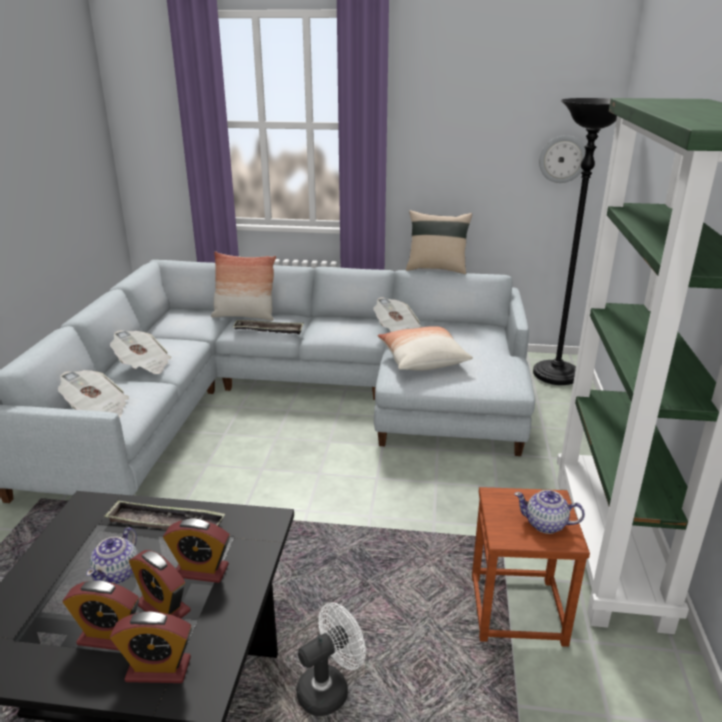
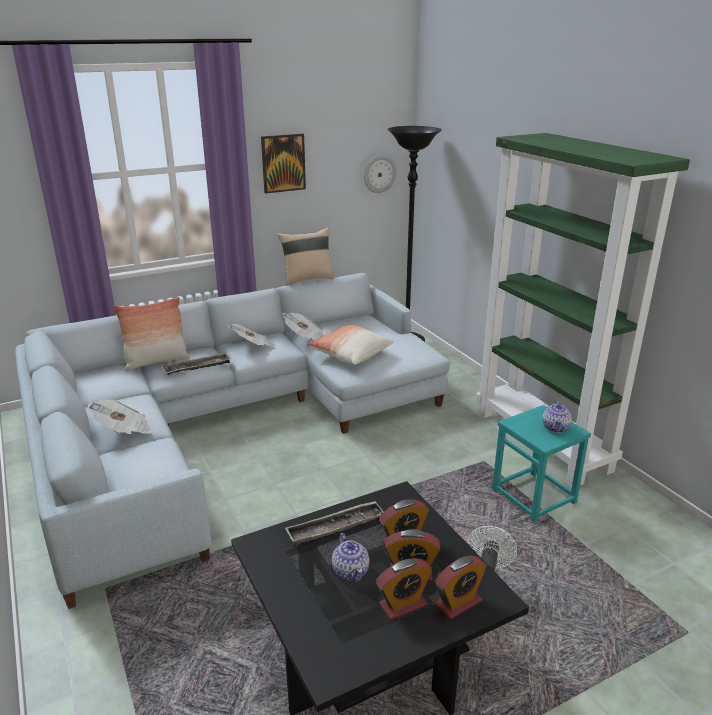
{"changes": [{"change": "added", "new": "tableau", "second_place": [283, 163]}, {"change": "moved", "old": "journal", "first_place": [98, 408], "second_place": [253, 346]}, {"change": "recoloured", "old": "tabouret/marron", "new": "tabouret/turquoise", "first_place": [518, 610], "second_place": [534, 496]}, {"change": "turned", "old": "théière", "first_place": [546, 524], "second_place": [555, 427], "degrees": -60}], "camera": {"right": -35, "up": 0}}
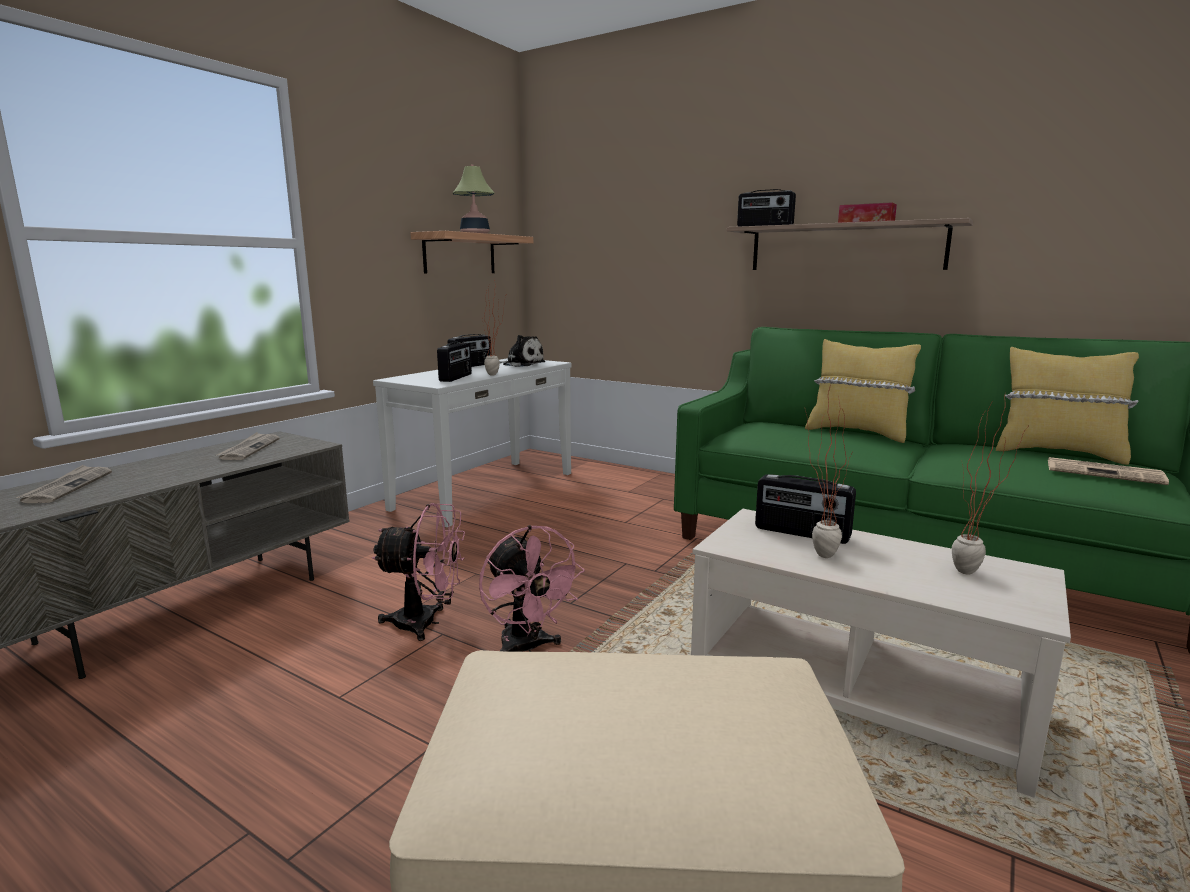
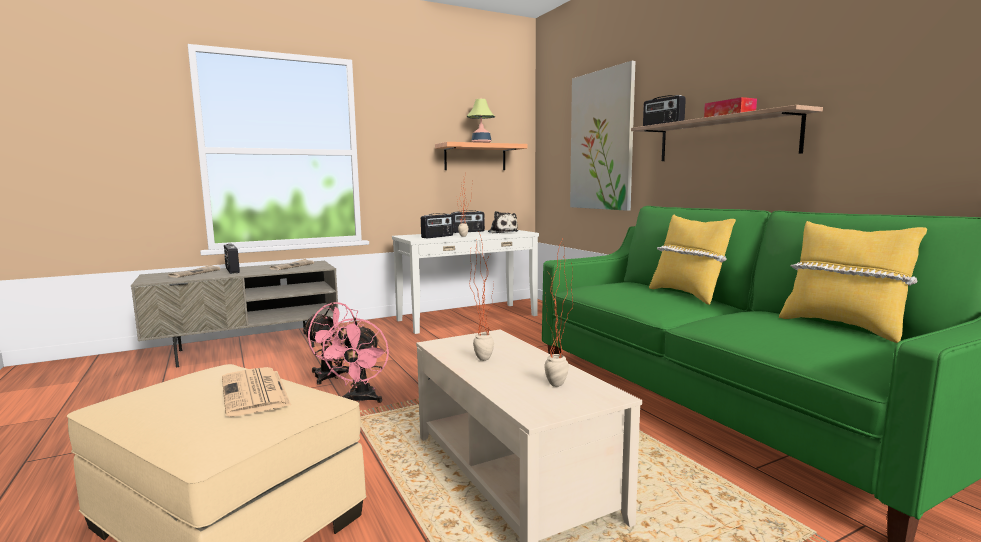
{"changes": [{"change": "added", "new": "tableau", "second_place": [601, 141]}, {"change": "moved", "old": "radio", "first_place": [801, 533], "second_place": [232, 270]}, {"change": "moved", "old": "journal", "first_place": [1105, 472], "second_place": [255, 392]}], "camera": {"right": 30, "up": -5}}
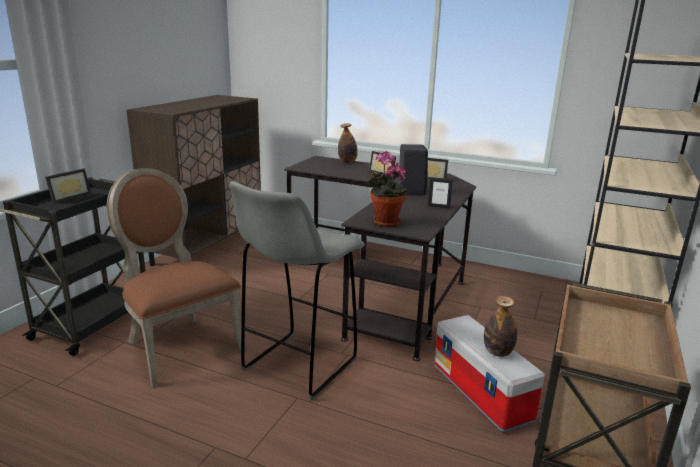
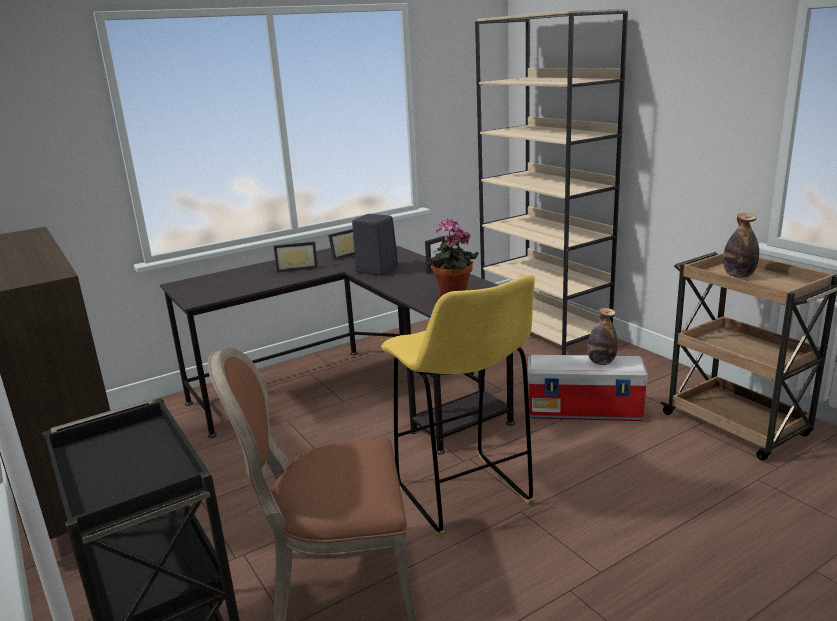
{"changes": [{"change": "removed", "old": "cadre photo", "first_place": [68, 197]}, {"change": "moved", "old": "bouteille", "first_place": [347, 162], "second_place": [738, 275]}, {"change": "recoloured", "old": "tabouret/gris", "new": "tabouret/jaune", "first_place": [297, 366], "second_place": [464, 495]}], "camera": {"right": -55, "up": 0}}
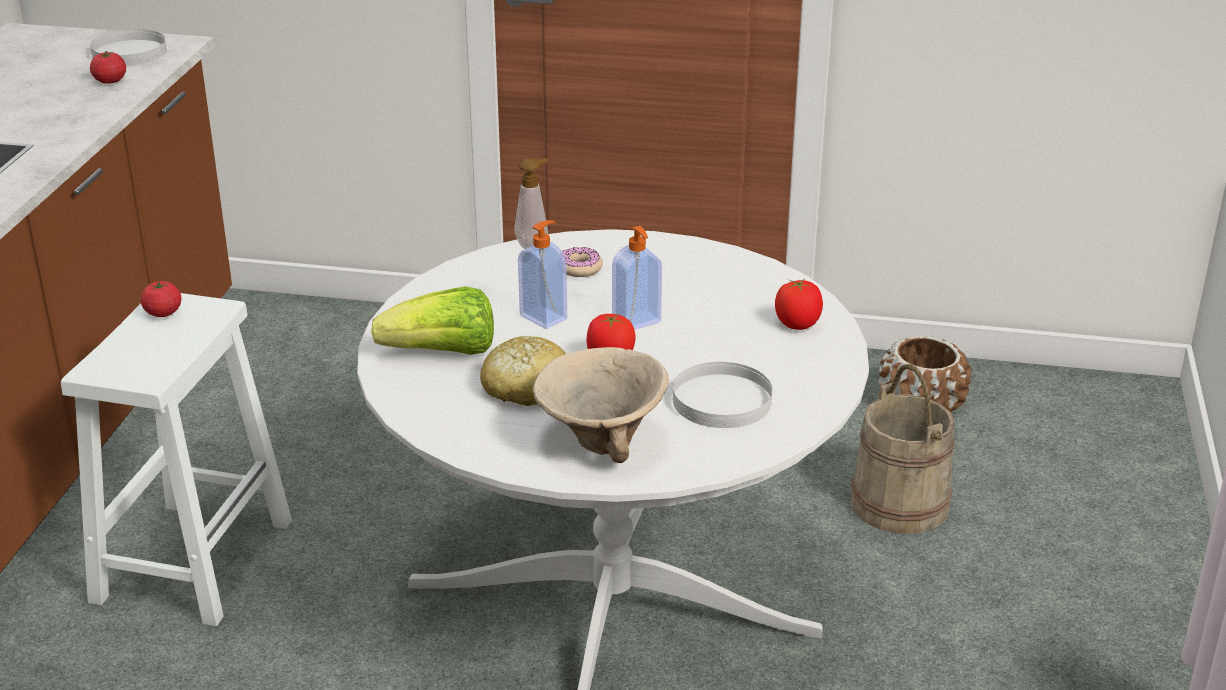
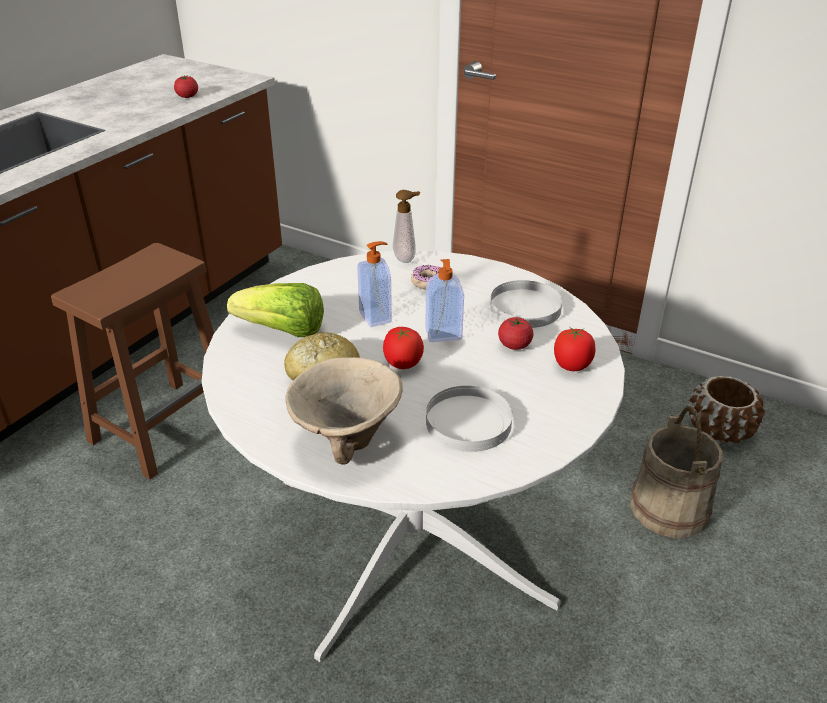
{"changes": [{"change": "moved", "old": "assiette/blanc", "first_place": [130, 52], "second_place": [526, 308]}, {"change": "moved", "old": "tomate", "first_place": [163, 313], "second_place": [514, 345]}, {"change": "recoloured", "old": "tabouret/blanc", "new": "tabouret/marron", "first_place": [194, 558], "second_place": [165, 426]}], "camera": {"right": 20, "up": 5}}
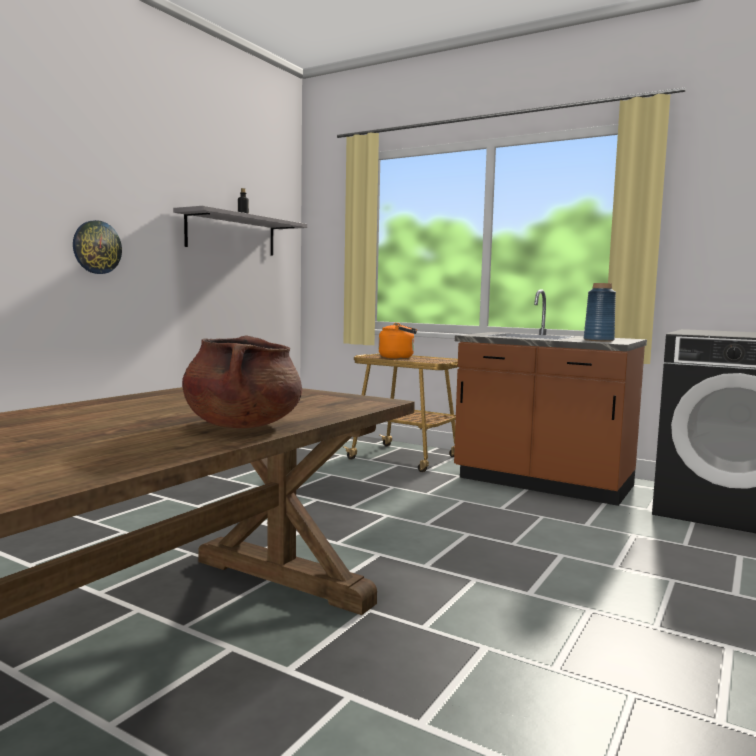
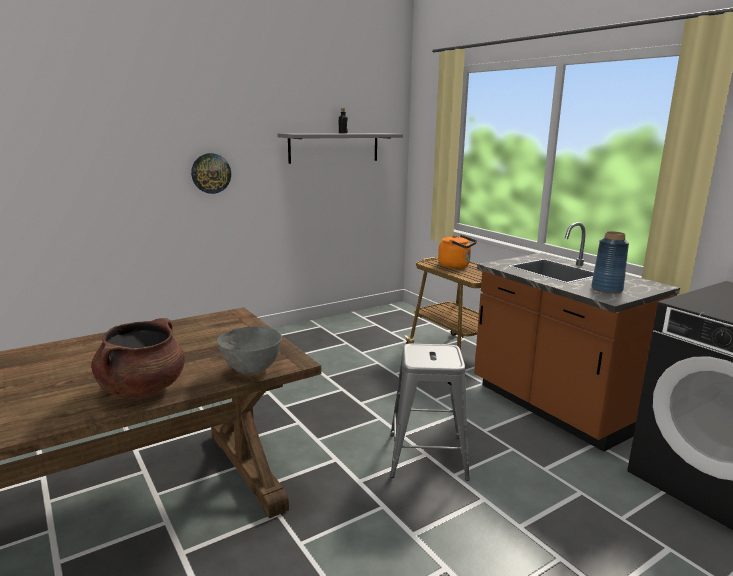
{"changes": [{"change": "added", "new": "bol/gris", "second_place": [252, 369]}, {"change": "added", "new": "tabouret/gris", "second_place": [426, 456]}], "camera": {"right": 25, "up": 10}}
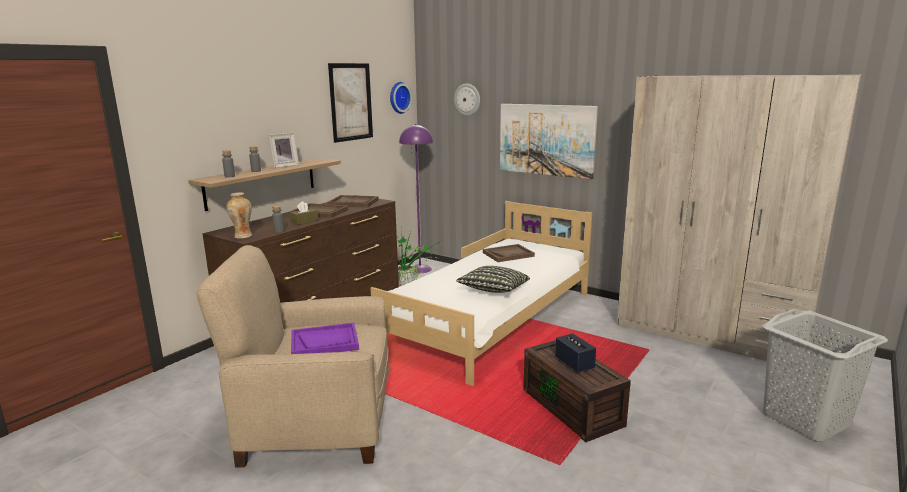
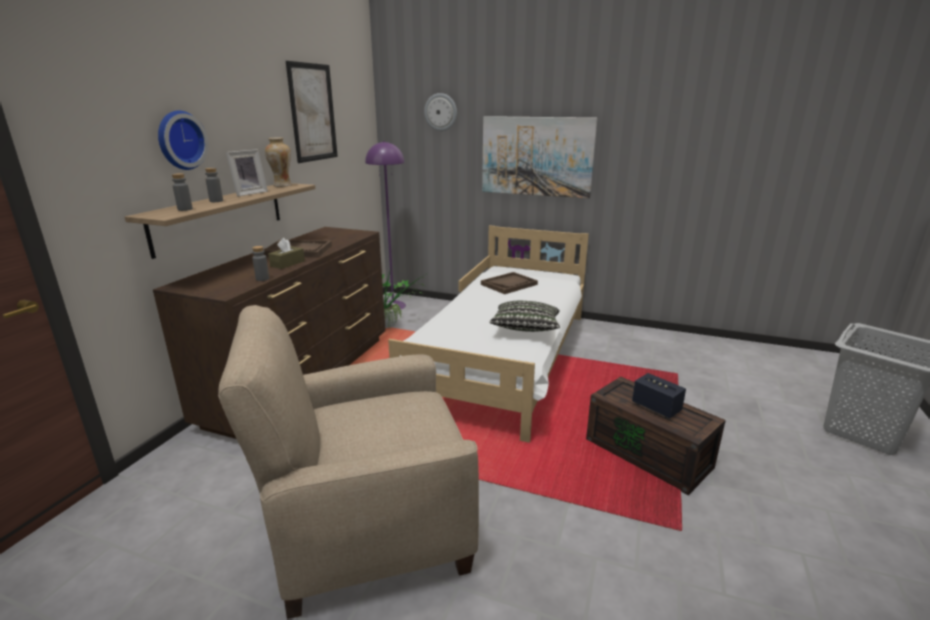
{"changes": [{"change": "removed", "old": "plateau/violet", "first_place": [325, 342]}, {"change": "removed", "old": "plateau/marron", "first_place": [353, 203]}, {"change": "removed", "old": "armoire/beige", "first_place": [709, 334]}, {"change": "moved", "old": "vase", "first_place": [242, 236], "second_place": [282, 185]}, {"change": "moved", "old": "horloge murale", "first_place": [398, 97], "second_place": [179, 140]}], "camera": {"right": -15, "up": 5}}
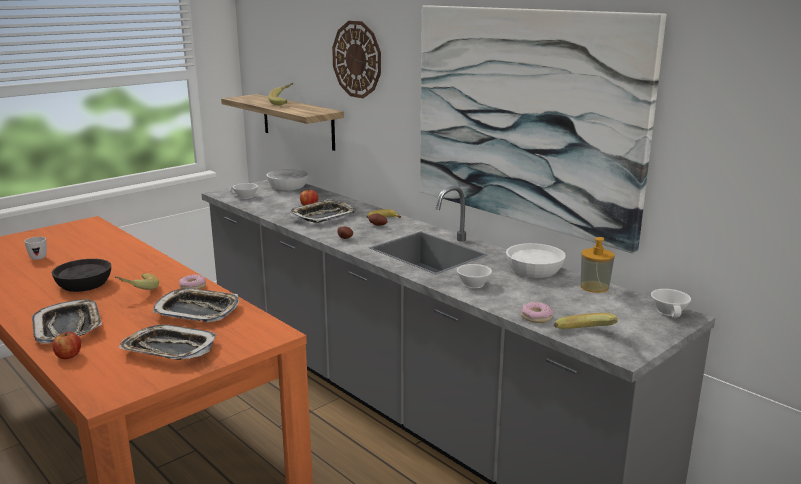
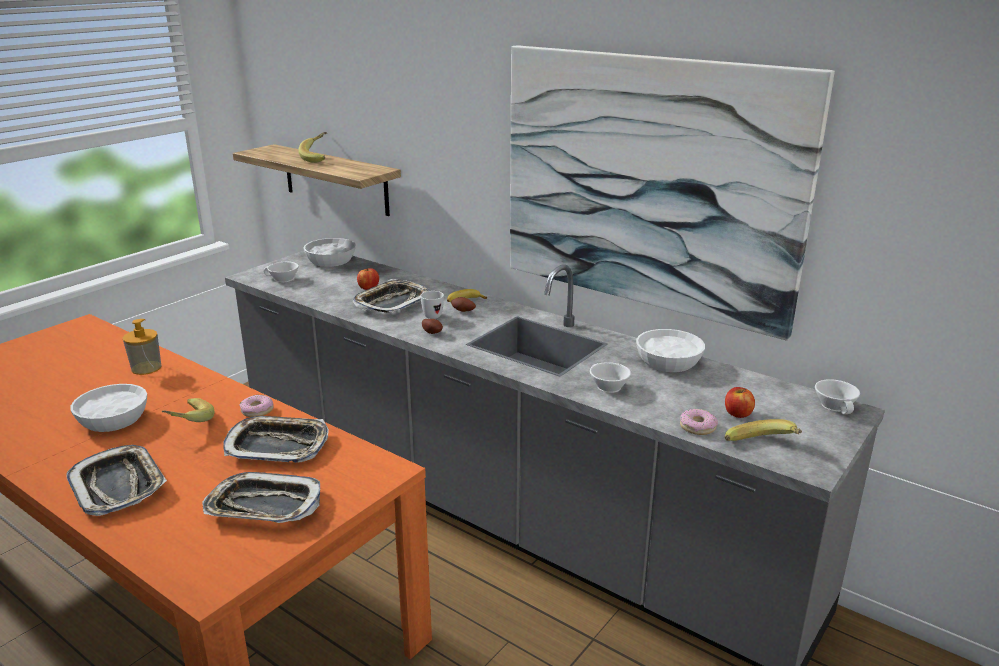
{"changes": [{"change": "removed", "old": "horloge murale", "first_place": [357, 59]}, {"change": "moved", "old": "mug/blanc", "first_place": [38, 257], "second_place": [430, 315]}, {"change": "moved", "old": "pomme", "first_place": [68, 355], "second_place": [737, 413]}, {"change": "moved", "old": "distributeur de savon", "first_place": [594, 287], "second_place": [146, 368]}, {"change": "recoloured", "old": "bol/noir", "new": "bol/blanc", "first_place": [85, 284], "second_place": [114, 419]}], "camera": {"right": -10, "up": 5}}
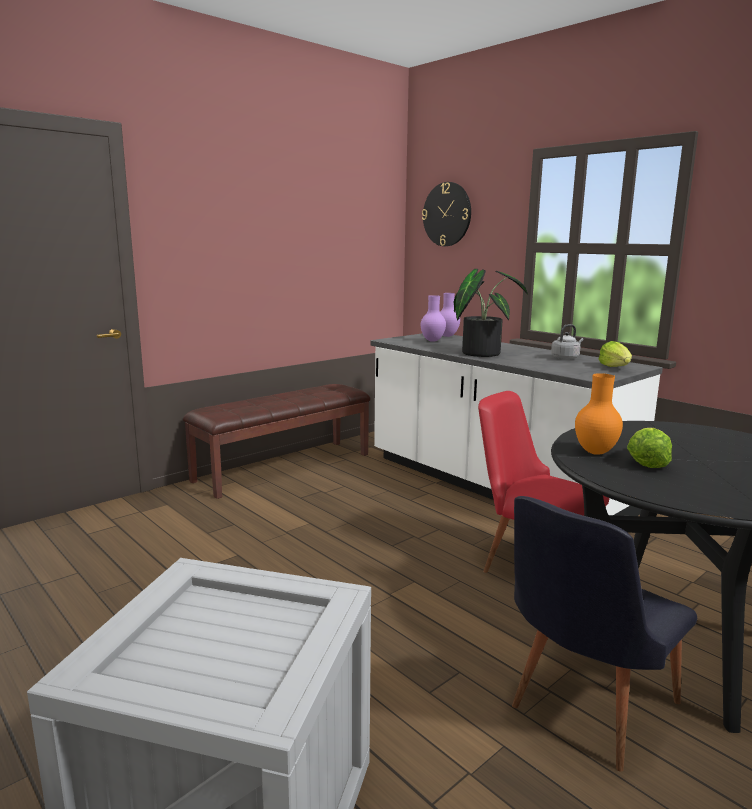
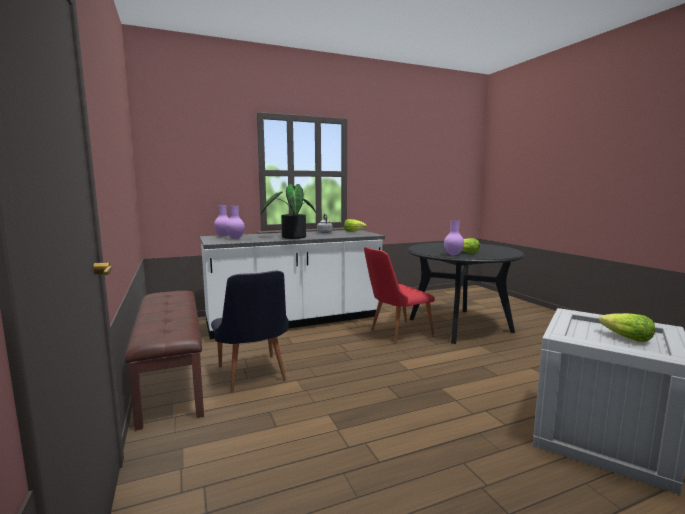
{"changes": [{"change": "removed", "old": "horloge murale", "first_place": [447, 214]}, {"change": "added", "new": "laitue", "second_place": [626, 338]}, {"change": "moved", "old": "chaise/noir", "first_place": [583, 710], "second_place": [253, 376]}, {"change": "recoloured", "old": "vase/orange", "new": "vase/violet", "first_place": [596, 452], "second_place": [453, 255]}], "camera": {"right": -70, "up": -5}}
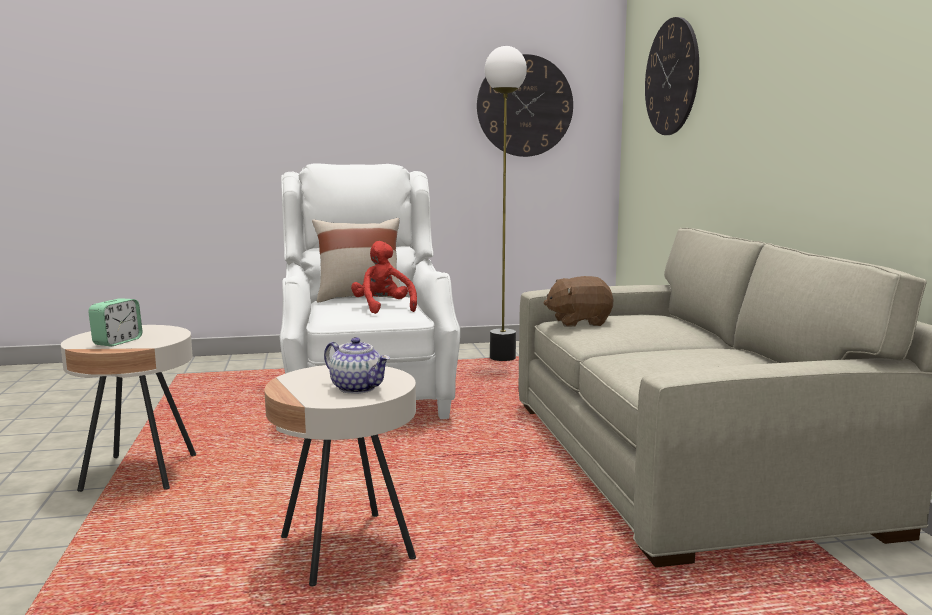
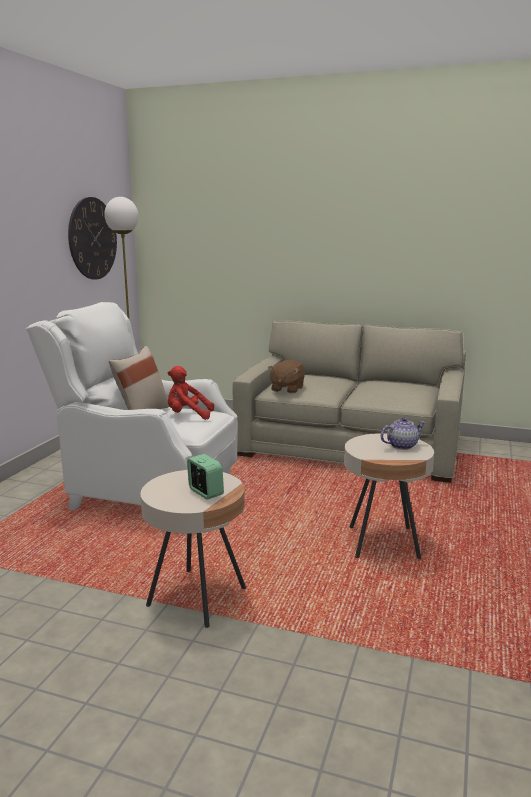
{"changes": [{"change": "removed", "old": "horloge murale", "first_place": [671, 77]}], "camera": {"right": -60, "up": 5}}
